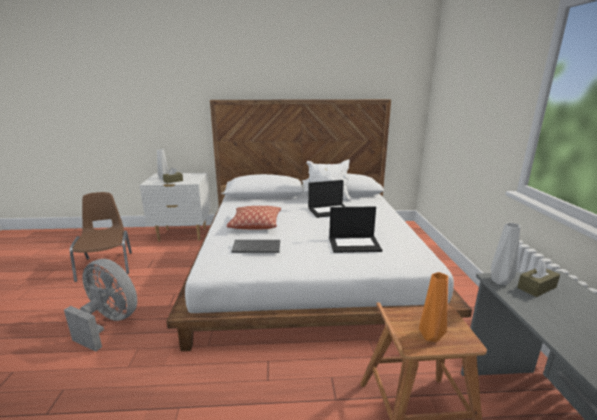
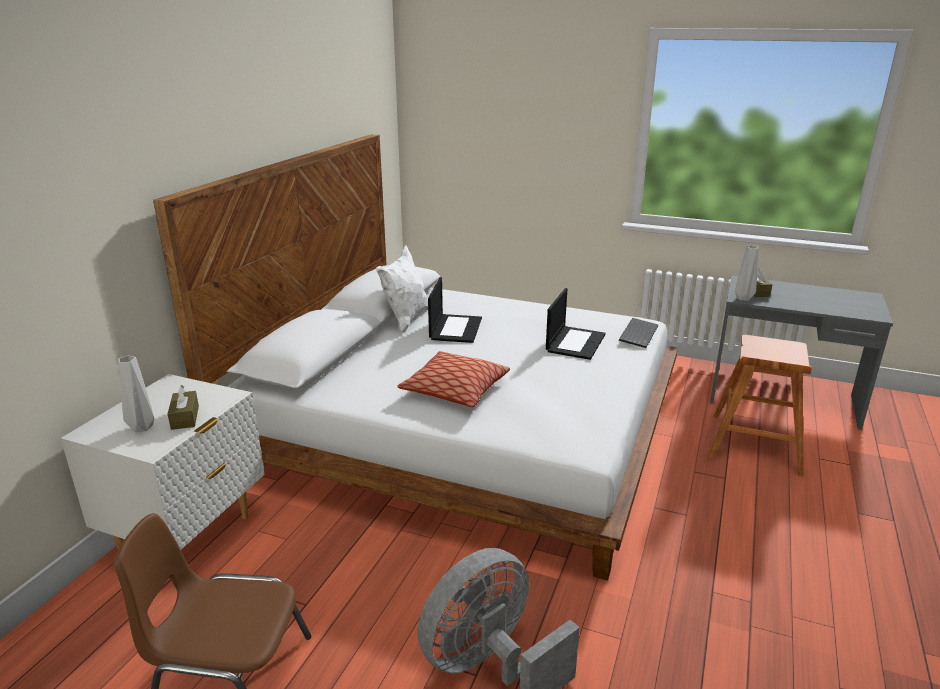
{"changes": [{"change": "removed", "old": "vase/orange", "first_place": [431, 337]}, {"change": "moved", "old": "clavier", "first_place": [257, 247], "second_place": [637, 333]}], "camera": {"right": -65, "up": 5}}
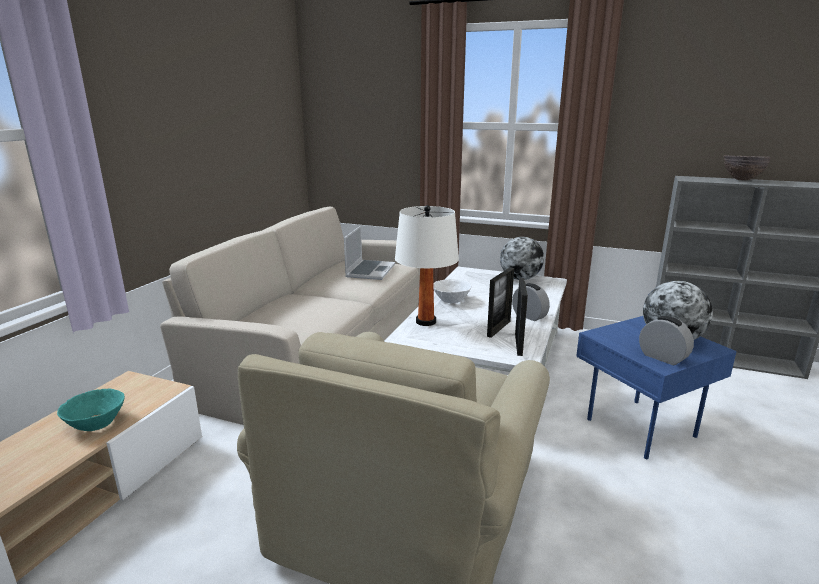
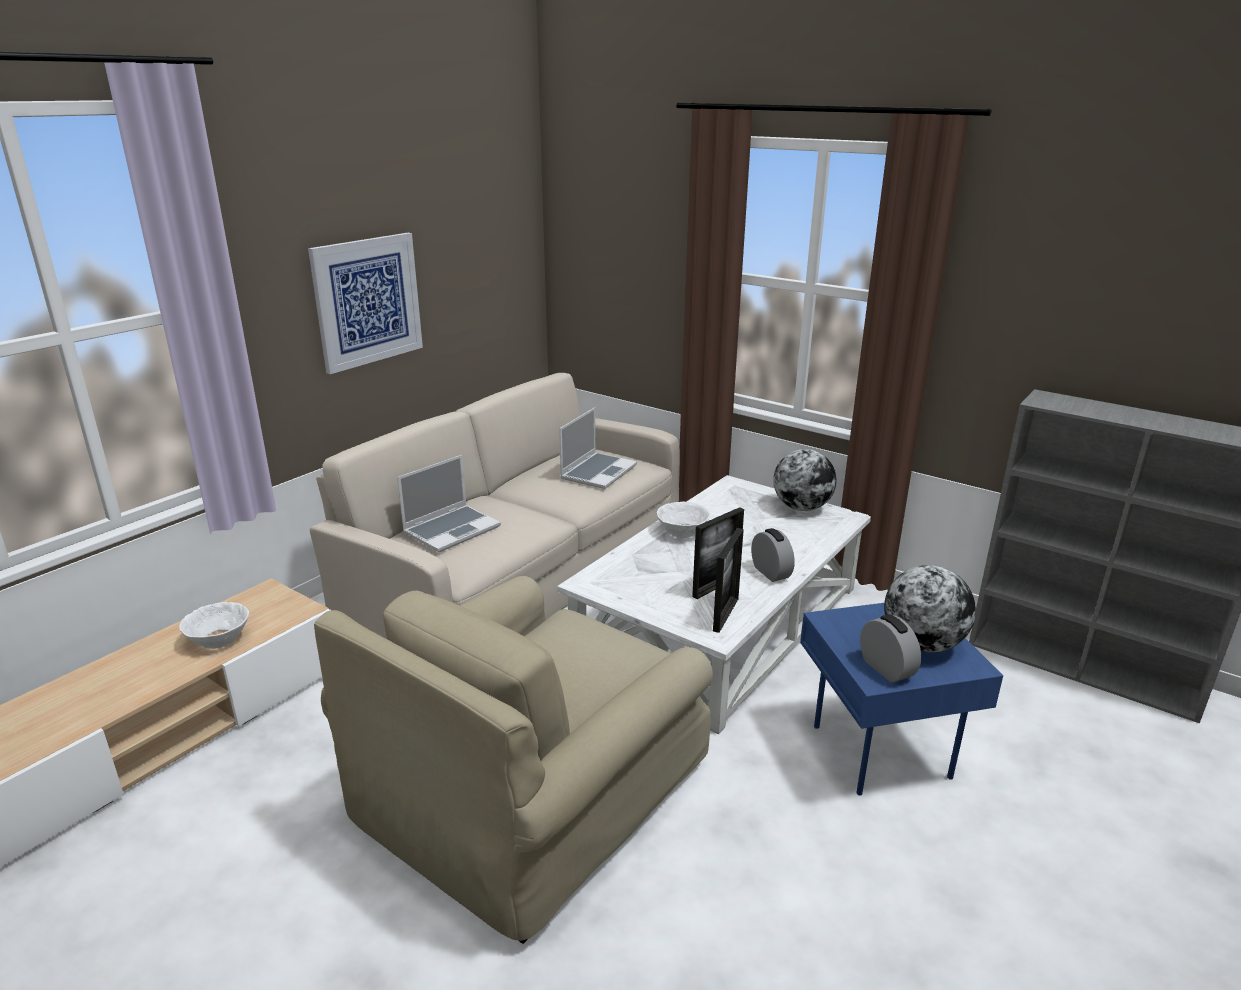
{"changes": [{"change": "removed", "old": "lampe de table/blanc", "first_place": [426, 322]}, {"change": "removed", "old": "bol/marron", "first_place": [742, 180]}, {"change": "added", "new": "tableau", "second_place": [367, 301]}, {"change": "added", "new": "ordinateur portable", "second_place": [452, 529]}, {"change": "recoloured", "old": "bol/turquoise", "new": "bol/blanc", "first_place": [96, 423], "second_place": [219, 639]}], "camera": {"right": 15, "up": 5}}
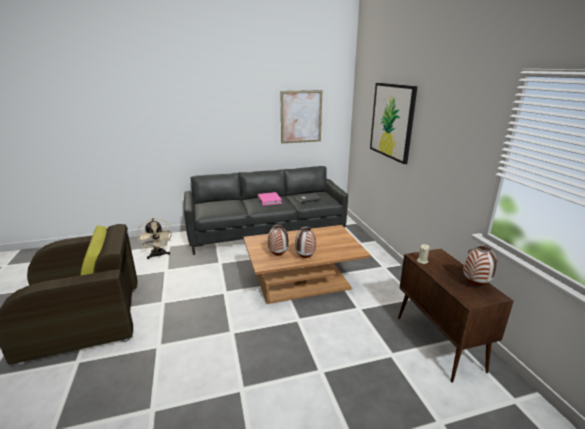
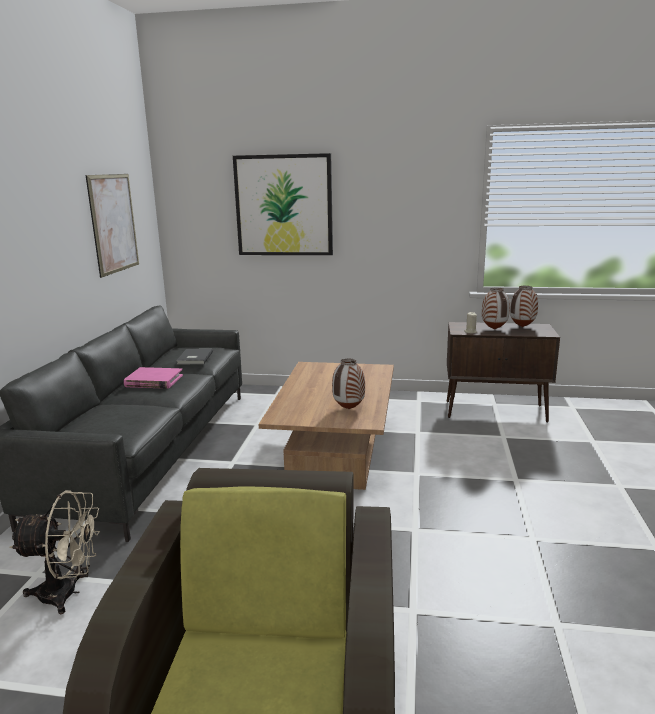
{"changes": [{"change": "moved", "old": "vase", "first_place": [305, 258], "second_place": [494, 329]}], "camera": {"right": -65, "up": -5}}
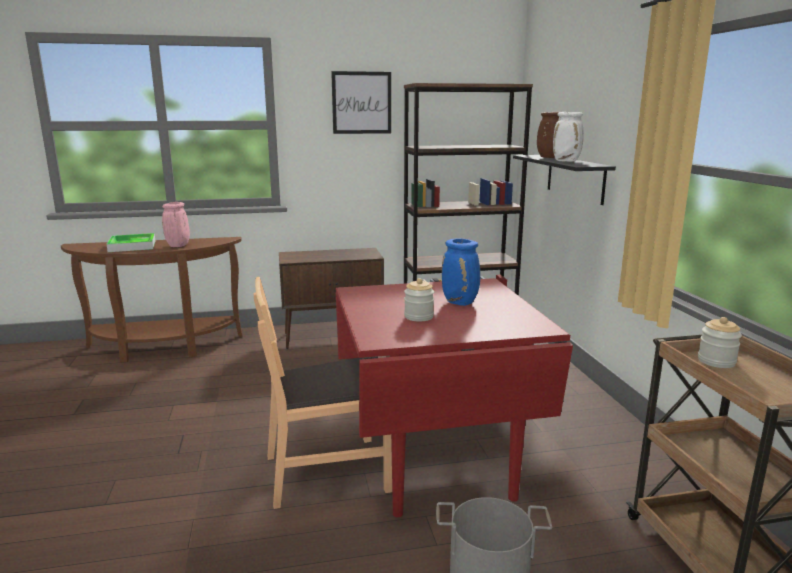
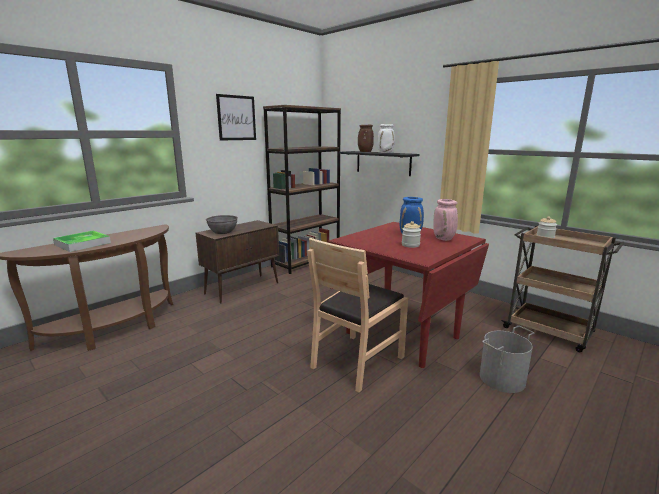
{"changes": [{"change": "added", "new": "bol/gris", "second_place": [223, 232]}, {"change": "moved", "old": "vase/rose", "first_place": [178, 246], "second_place": [444, 239]}], "camera": {"right": -35, "up": 0}}
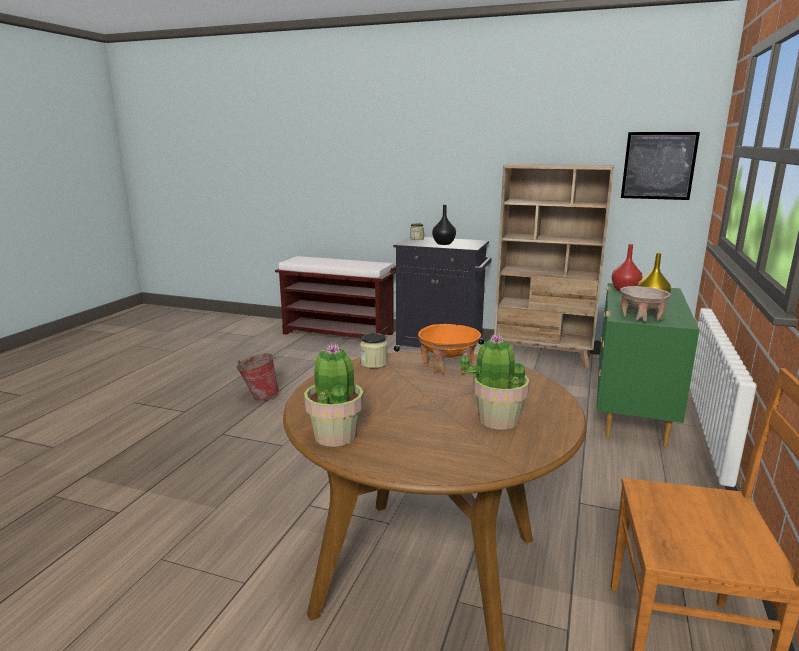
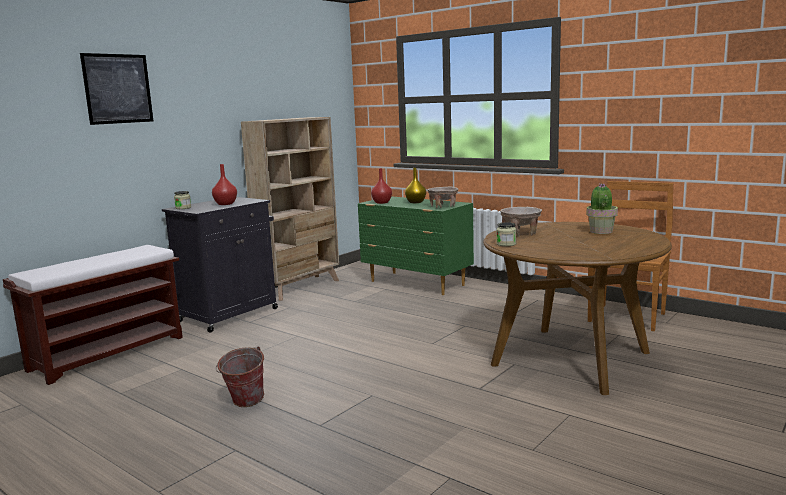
{"changes": [{"change": "removed", "old": "plante en pot", "first_place": [335, 435]}, {"change": "moved", "old": "tableau", "first_place": [658, 166], "second_place": [118, 89]}, {"change": "recoloured", "old": "bol/orange", "new": "bol/beige", "first_place": [448, 367], "second_place": [520, 233]}, {"change": "recoloured", "old": "vase/noir", "new": "vase/rouge", "first_place": [444, 243], "second_place": [225, 204]}], "camera": {"right": -70, "up": -5}}
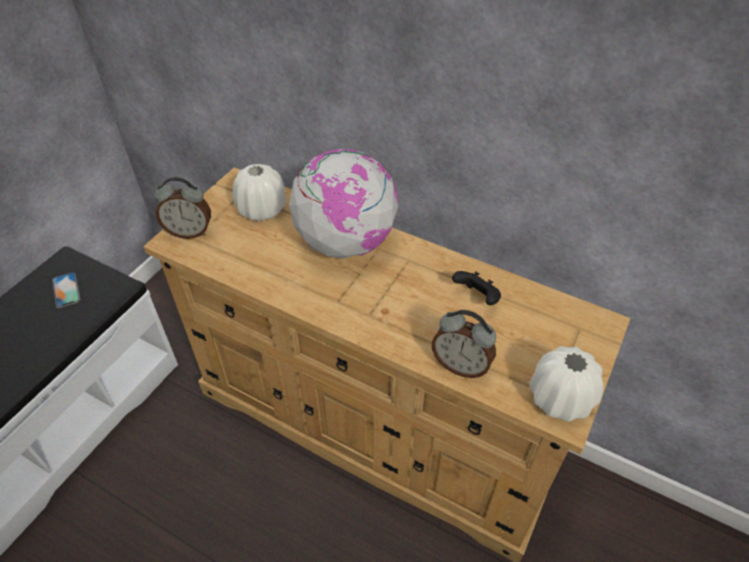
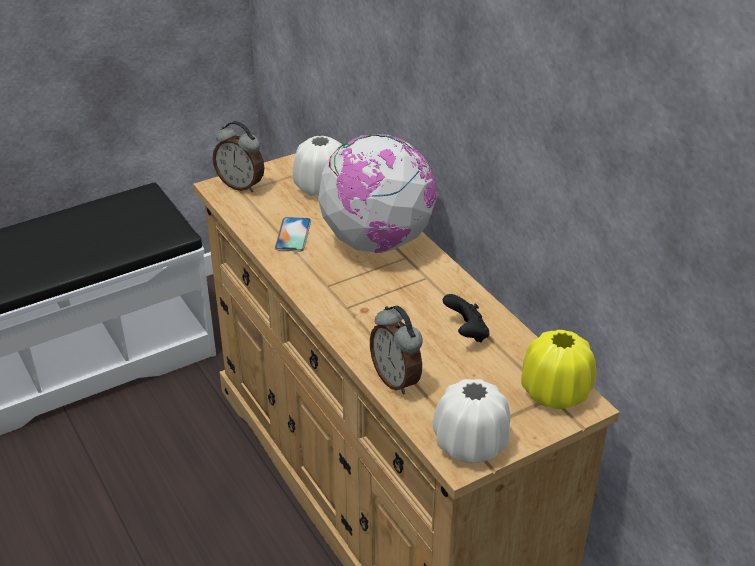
{"changes": [{"change": "added", "new": "vase/jaune", "second_place": [555, 392]}, {"change": "moved", "old": "téléphone", "first_place": [66, 290], "second_place": [293, 234]}], "camera": {"right": 30, "up": -10}}
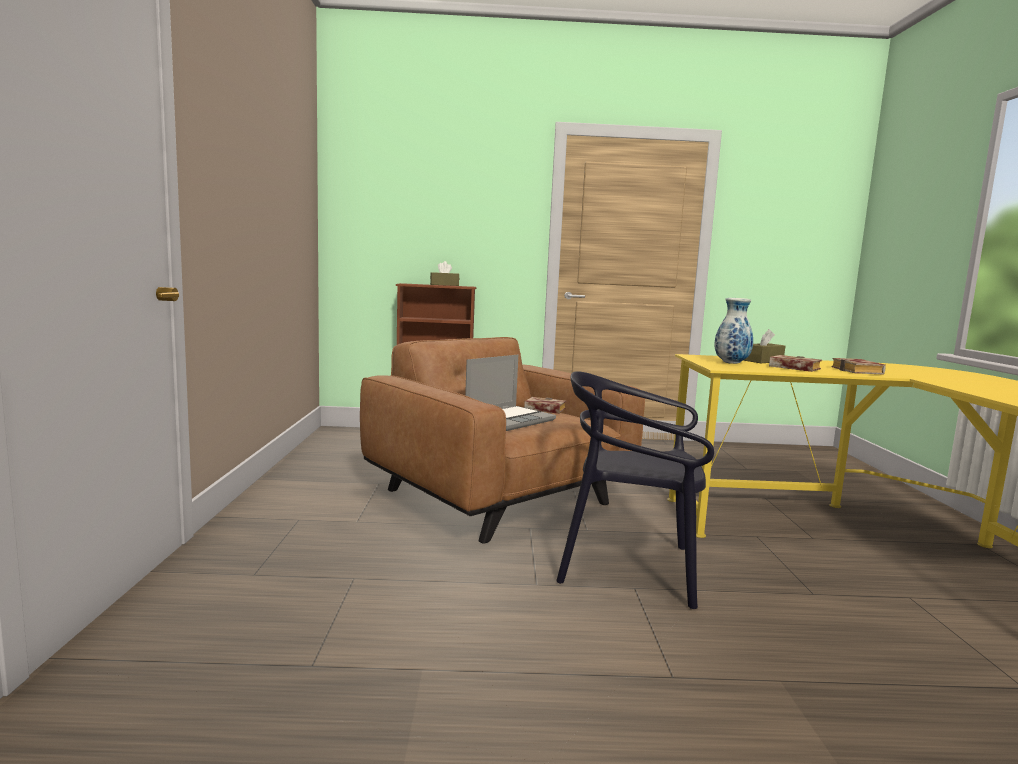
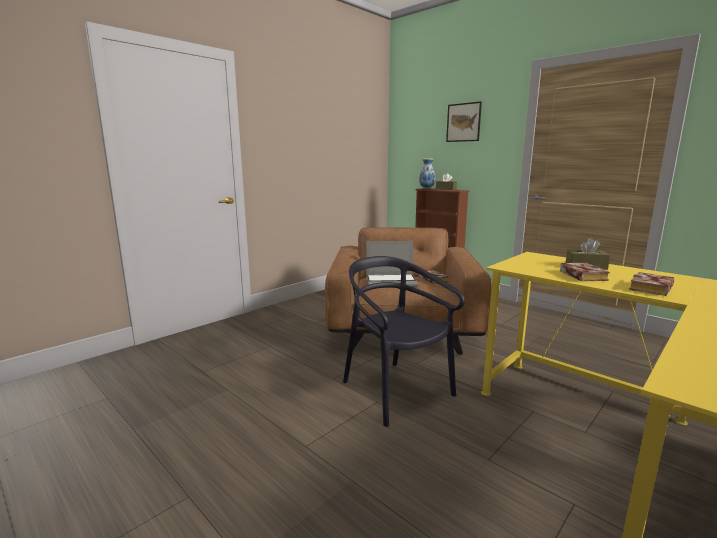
{"changes": [{"change": "added", "new": "tableau", "second_place": [463, 122]}, {"change": "moved", "old": "vase", "first_place": [731, 363], "second_place": [427, 188]}], "camera": {"right": 45, "up": 5}}
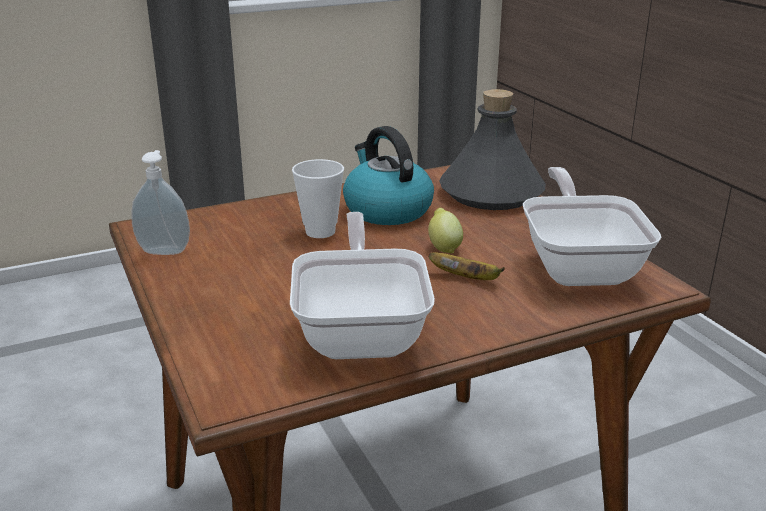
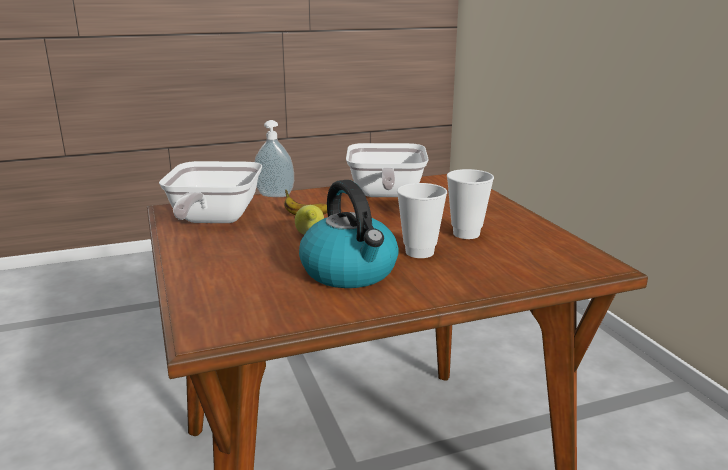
{"changes": [{"change": "removed", "old": "bouteille/gris", "first_place": [491, 194]}, {"change": "added", "new": "tasse", "second_place": [466, 234]}, {"change": "moved", "old": "distributeur de savon", "first_place": [165, 250], "second_place": [274, 196]}], "camera": {"right": -175, "up": -5}}
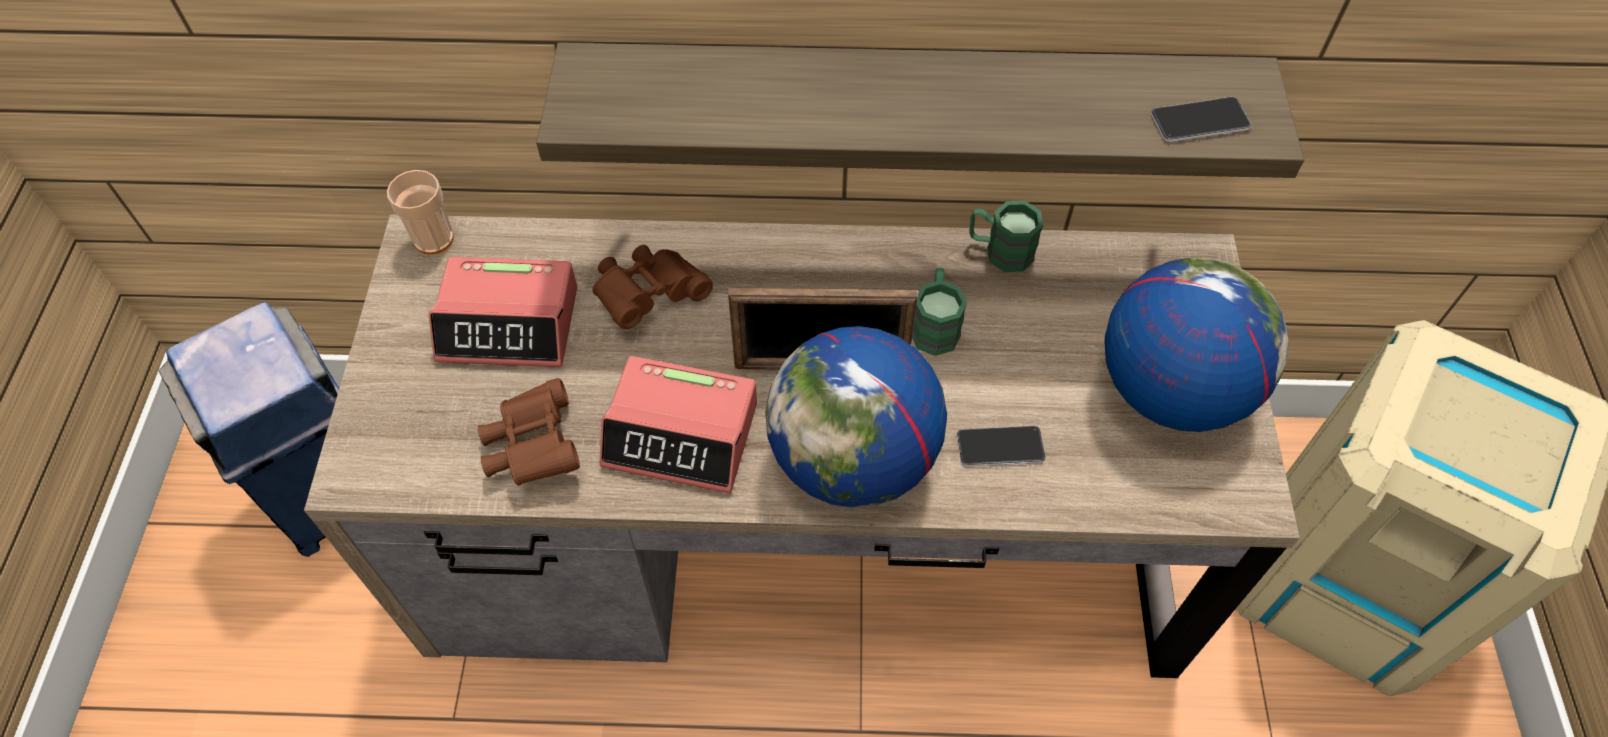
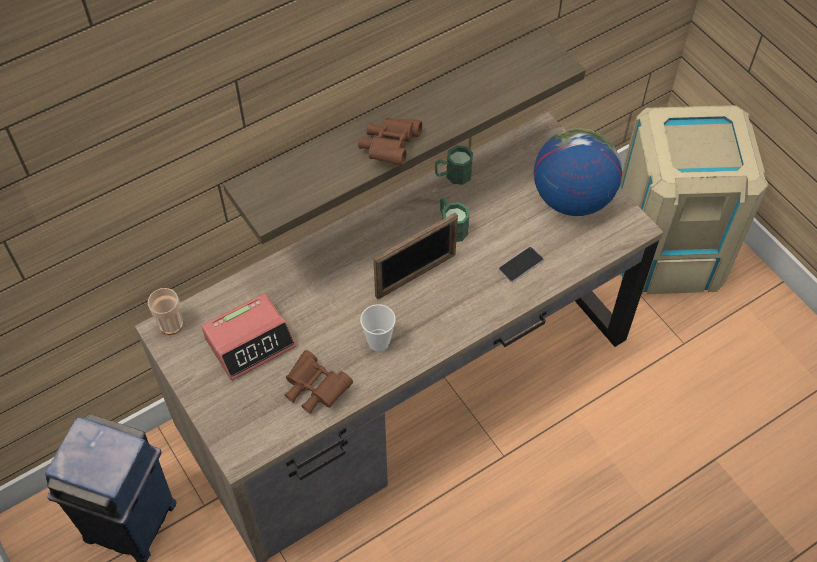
{"changes": [{"change": "removed", "old": "globe", "first_place": [853, 460]}, {"change": "removed", "old": "téléphone", "first_place": [1199, 121]}, {"change": "moved", "old": "jumelles/marron", "first_place": [649, 296], "second_place": [390, 148]}, {"change": "replaced", "old": "réveil", "new": "tasse", "first_place": [682, 434], "second_place": [379, 342]}], "camera": {"right": -35, "up": 0}}
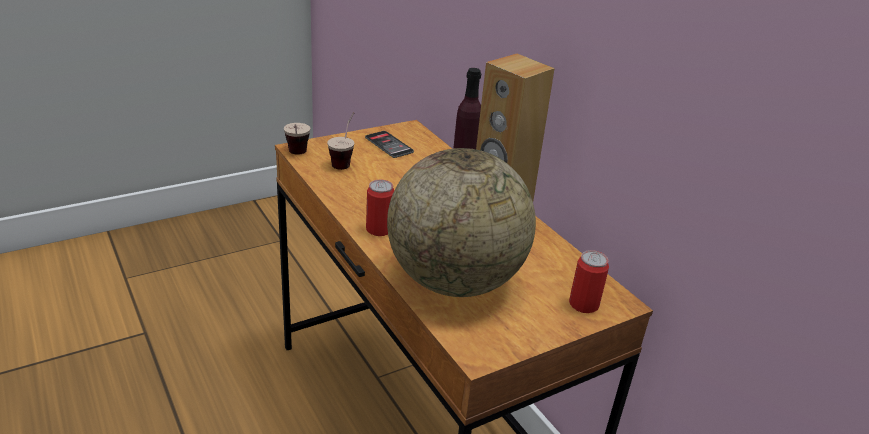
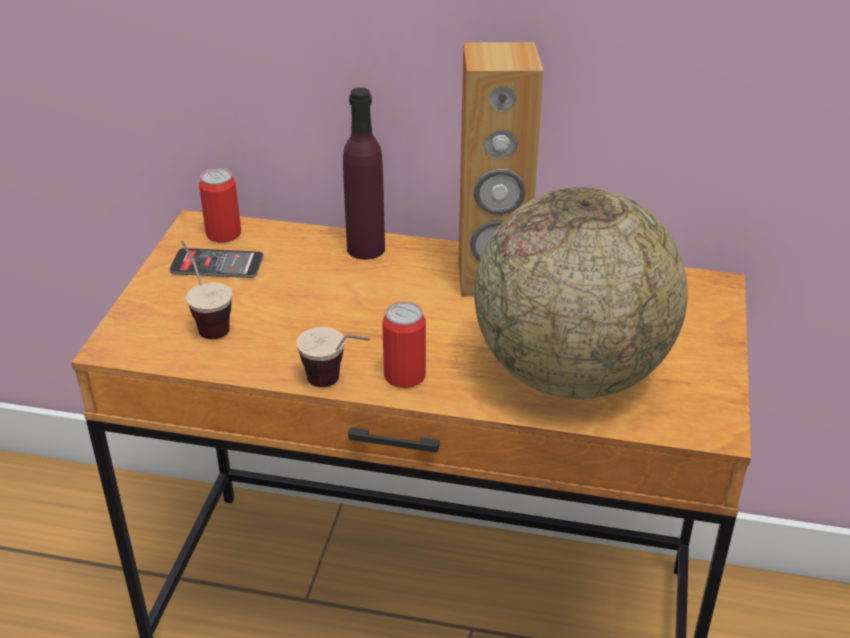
{"changes": [{"change": "moved", "old": "tasse", "first_place": [297, 156], "second_place": [338, 385]}, {"change": "moved", "old": "boîte métallique", "first_place": [583, 304], "second_place": [223, 234]}], "camera": {"right": -45, "up": 5}}
